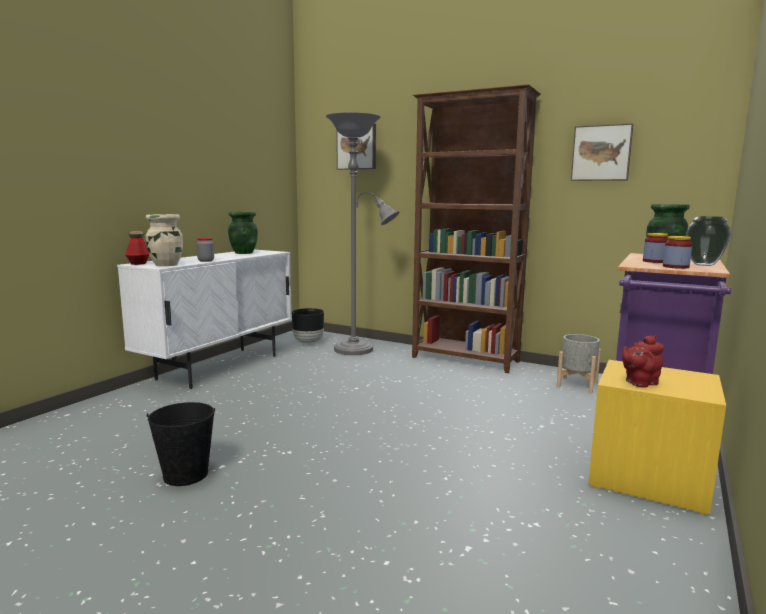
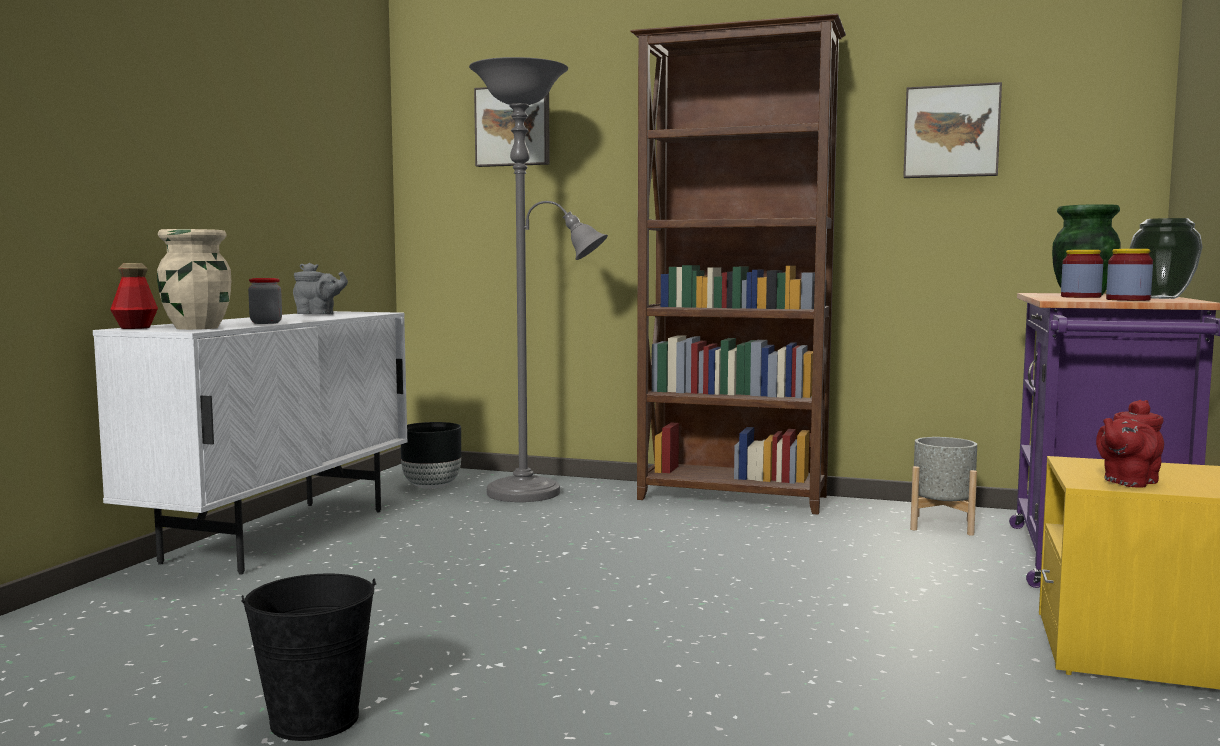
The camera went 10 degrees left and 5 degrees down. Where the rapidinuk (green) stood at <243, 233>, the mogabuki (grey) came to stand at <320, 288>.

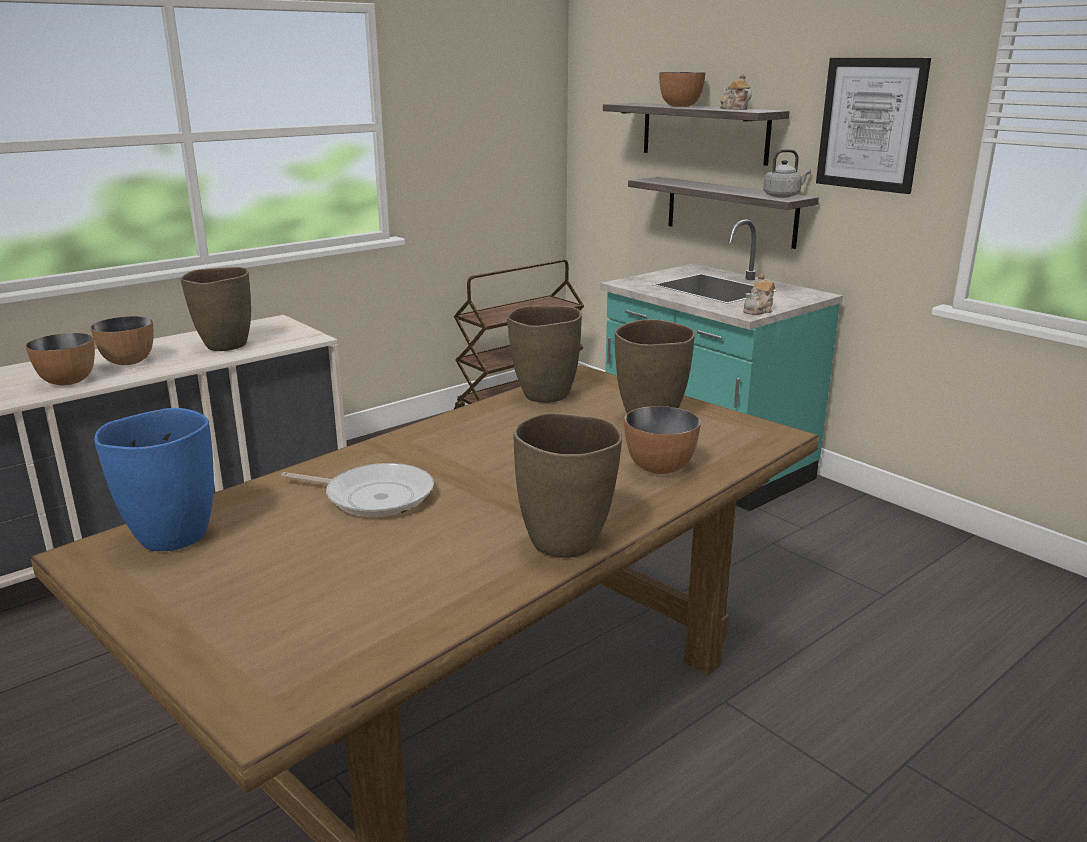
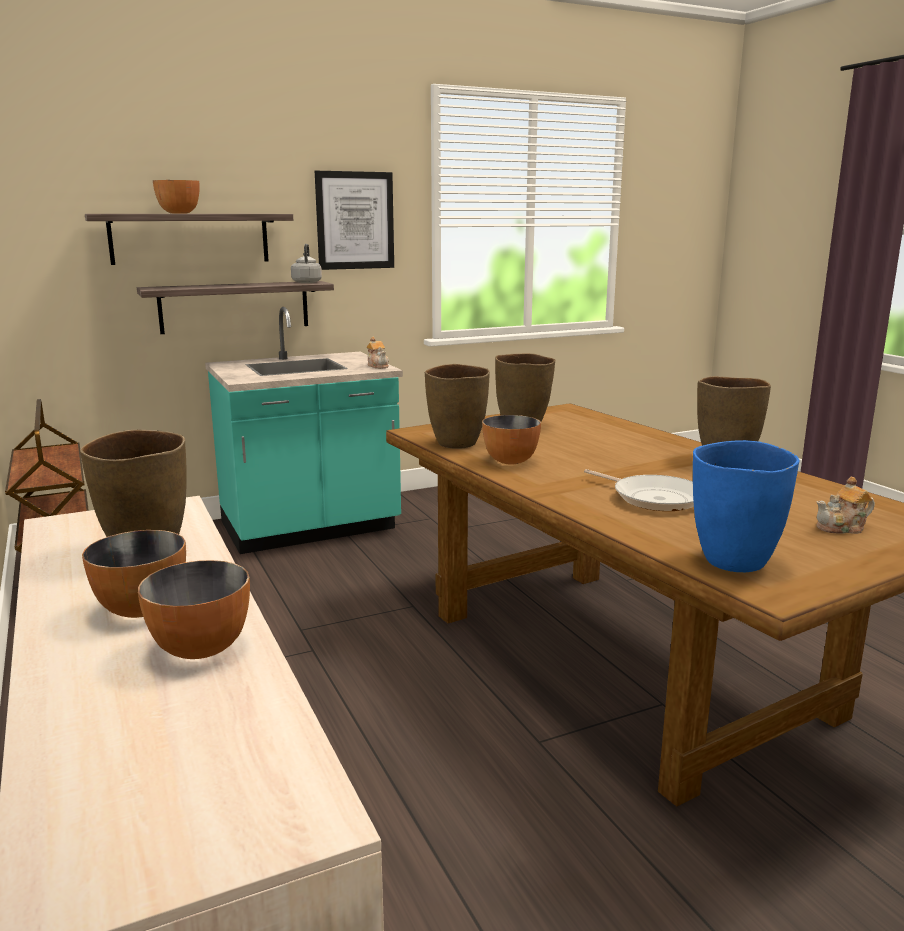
The camera went 75 degrees left and 5 degrees down. The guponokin ended up elsewhere, having gone from <662, 440> to <511, 439>. The mogabuki ended up elsewhere, having gone from <736, 92> to <846, 505>. The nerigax at <357, 490> ended up facing another way, 105 degrees clockwise from before.

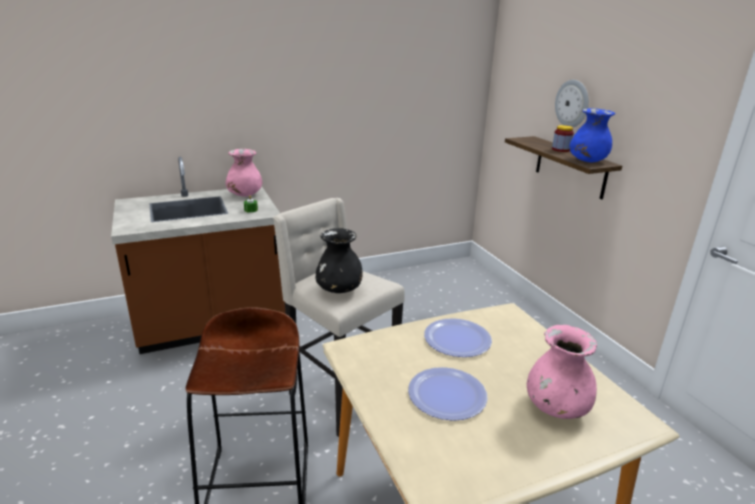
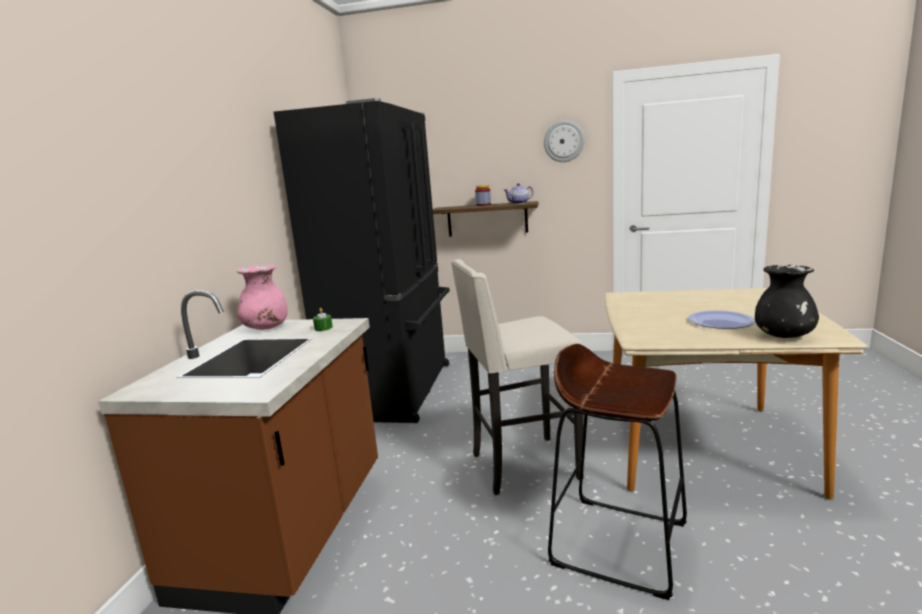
The camera went 55 degrees left and 10 degrees down. The second view lost the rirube at <458, 337>. The second view lost the rapidinuk (pink) at <562, 372>. The second view gained the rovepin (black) at <362, 260>. The rapidinuk (black) ended up elsewhere, having gone from <339, 260> to <787, 301>. The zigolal ended up elsewhere, having gone from <572, 103> to <564, 141>. Where the rapidinuk (blue) stood at <592, 135>, the mogabuki came to stand at <518, 193>.

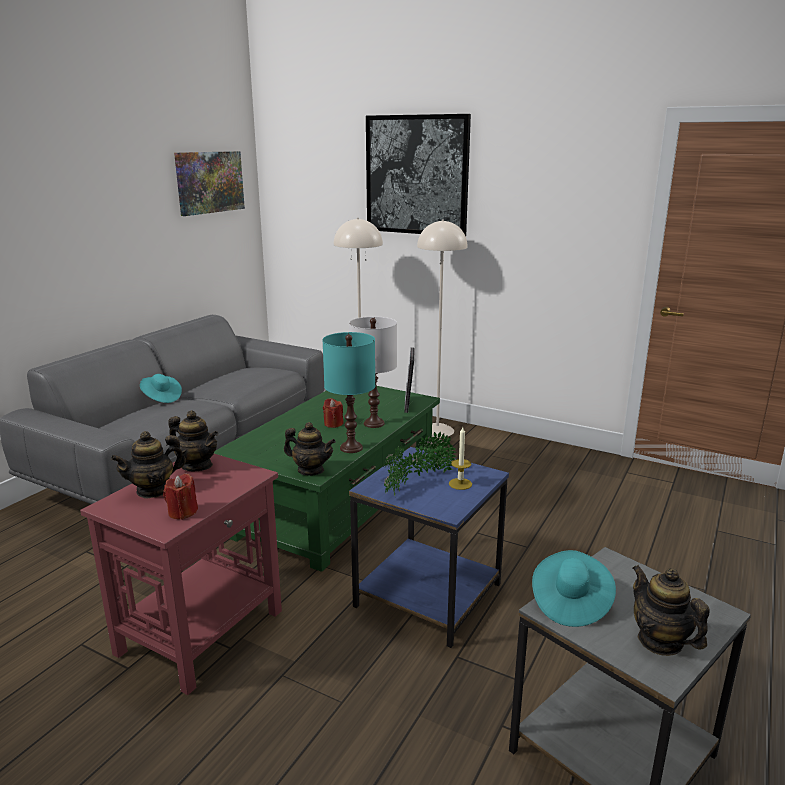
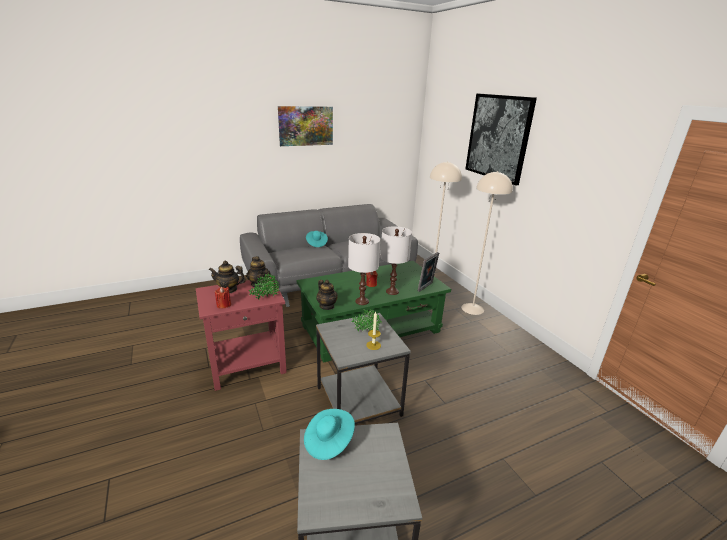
The camera went 35 degrees right and 5 degrees up. The second view lost the mogabuki at <671, 610>. The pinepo ended up elsewhere, having gone from <209, 183> to <305, 126>. The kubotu ended up elsewhere, having gone from <398, 471> to <264, 286>. What was the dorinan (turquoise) at <349, 392> turned into the dorinan (white) at <364, 269>. What was the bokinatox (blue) at <429, 547> turned into the bokinatox (grey) at <363, 368>.

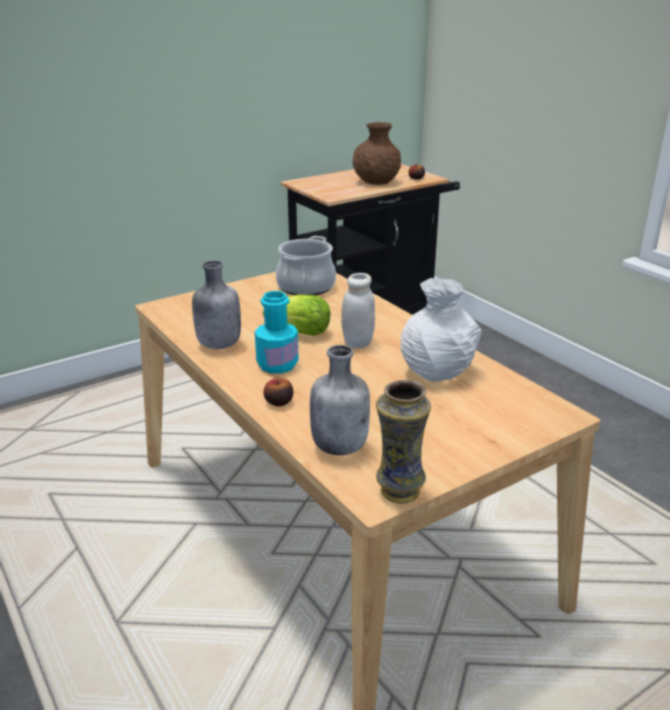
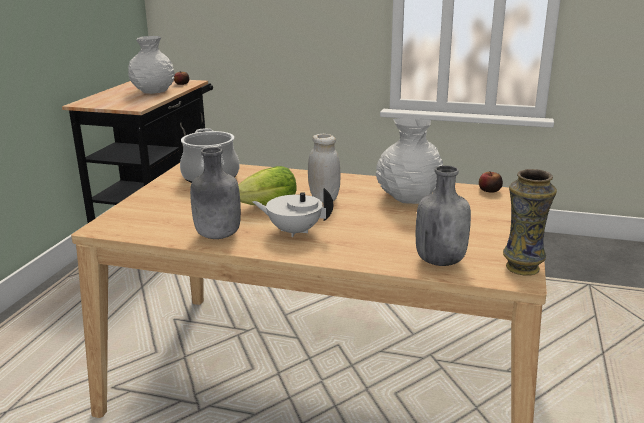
The camera went 40 degrees left and 5 degrees down. The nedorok ended up elsewhere, having gone from <278, 392> to <491, 181>. Where the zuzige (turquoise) stood at <276, 332>, the mogabuki (white) came to stand at <292, 212>. What was the rapidinuk (brown) at <377, 153> turned into the rapidinuk (white) at <151, 65>.

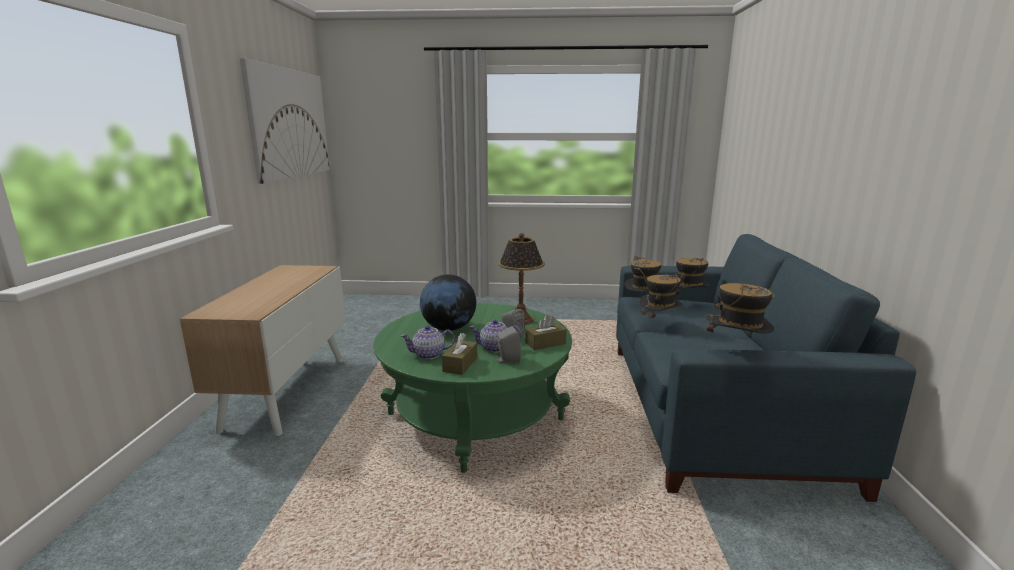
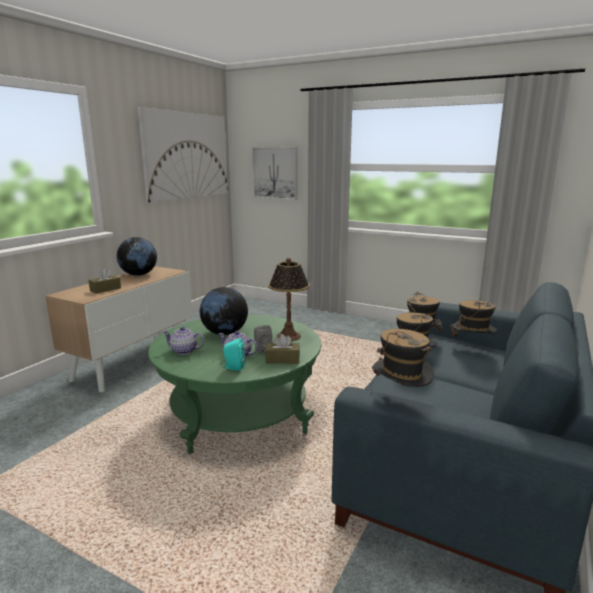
The camera went 25 degrees right and 0 degrees up. The second view gained the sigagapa at <137, 256>. The second view gained the pinepo at <274, 173>. The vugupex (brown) ended up elsewhere, having gone from <459, 354> to <105, 281>. What was the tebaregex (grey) at <508, 344> turned into the tebaregex (turquoise) at <234, 354>.

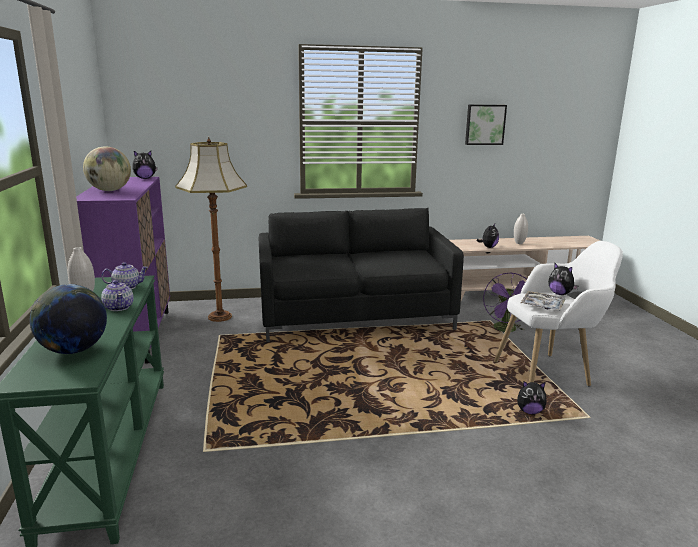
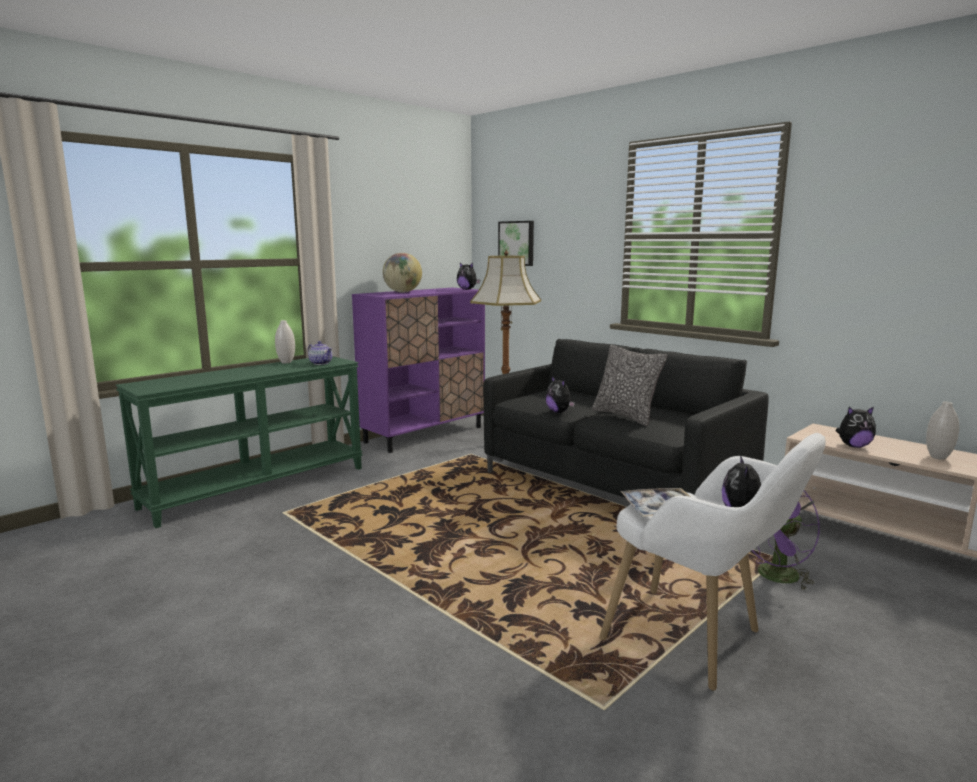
The camera went 55 degrees right and 5 degrees down. The second view lost the sigagapa at <68, 319>. The second view lost the mogabuki at <117, 295>. The second view gained the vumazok at <629, 385>. The pinepo ended up elsewhere, having gone from <486, 124> to <516, 243>. The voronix ended up elsewhere, having gone from <531, 397> to <560, 394>.

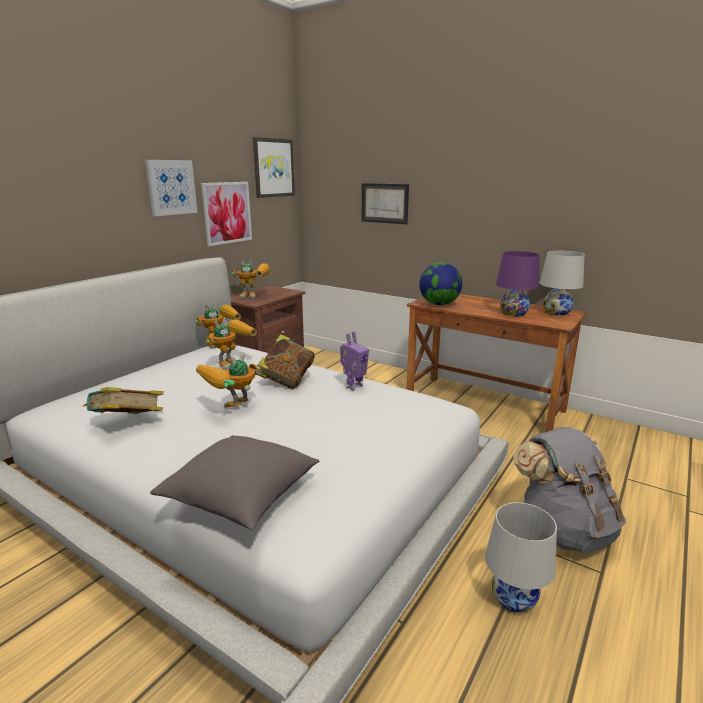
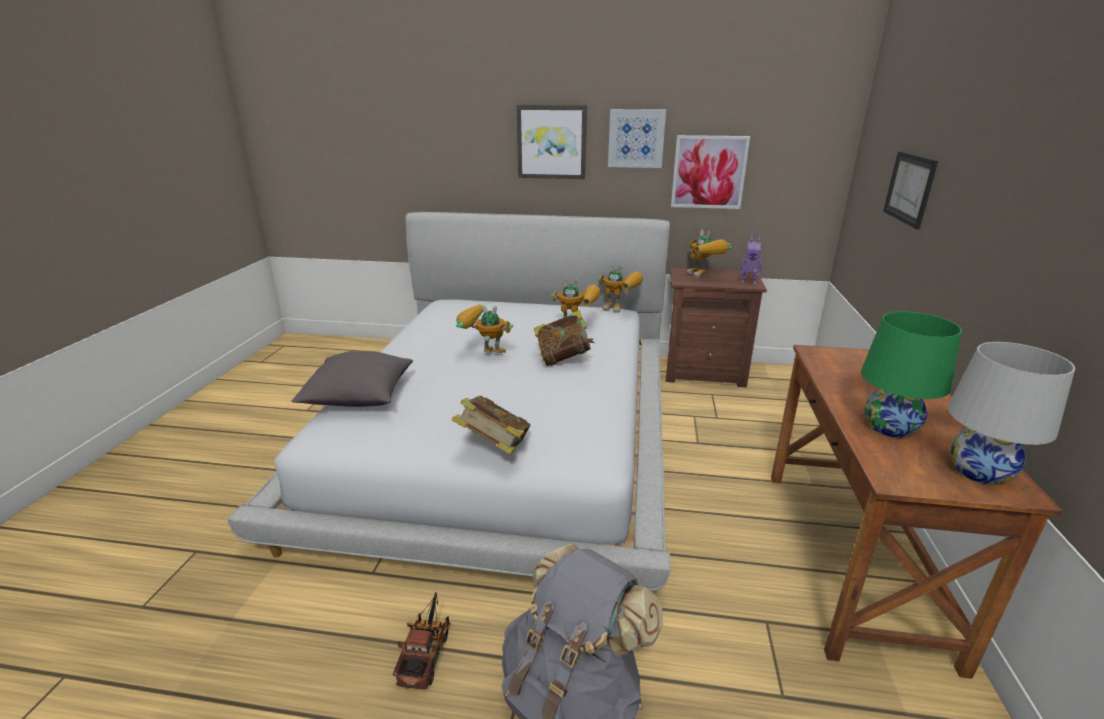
The camera went 65 degrees right and 5 degrees up. The second view lost the sigagapa at <440, 283>. The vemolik ended up elsewhere, having gone from <123, 400> to <491, 425>. The pinepo ended up elsewhere, having gone from <274, 167> to <551, 142>. The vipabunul ended up elsewhere, having gone from <354, 361> to <751, 259>. Where the dorinan (white) stood at <521, 557>, the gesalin came to stand at <421, 640>. What was the dorinan (purple) at <517, 283> turned into the dorinan (green) at <911, 374>.

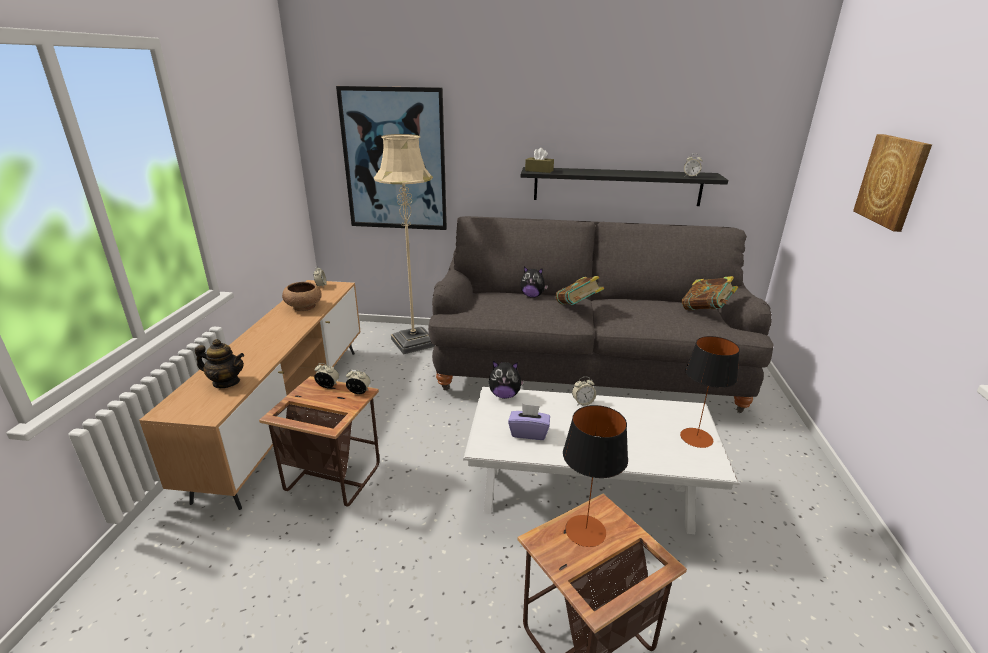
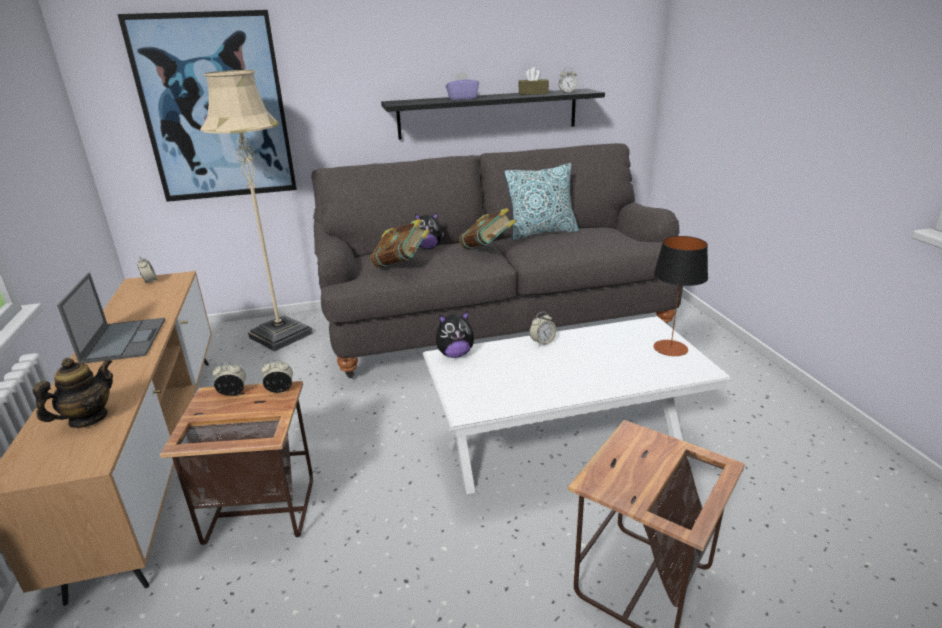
The camera went 20 degrees left and 0 degrees up. The second view lost the guponokin (brown) at <302, 296>. The second view lost the dorinan at <595, 476>. The second view lost the pinepo at <892, 183>. The second view gained the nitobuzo at <111, 318>. The second view gained the vumazok at <542, 201>. The vugupex (purple) ended up elsewhere, having gone from <529, 422> to <462, 86>. The vugupex (brown) ended up elsewhere, having gone from <539, 160> to <533, 81>. The vemolik ended up elsewhere, having gone from <710, 293> to <400, 243>. The mogabuki at <219, 363> ended up facing another way, 45 degrees counterclockwise from before.

